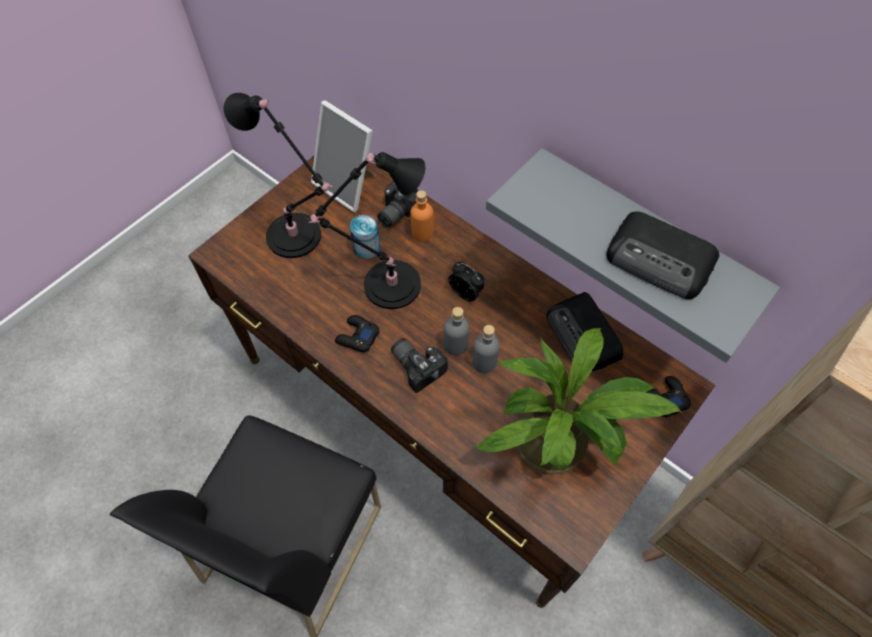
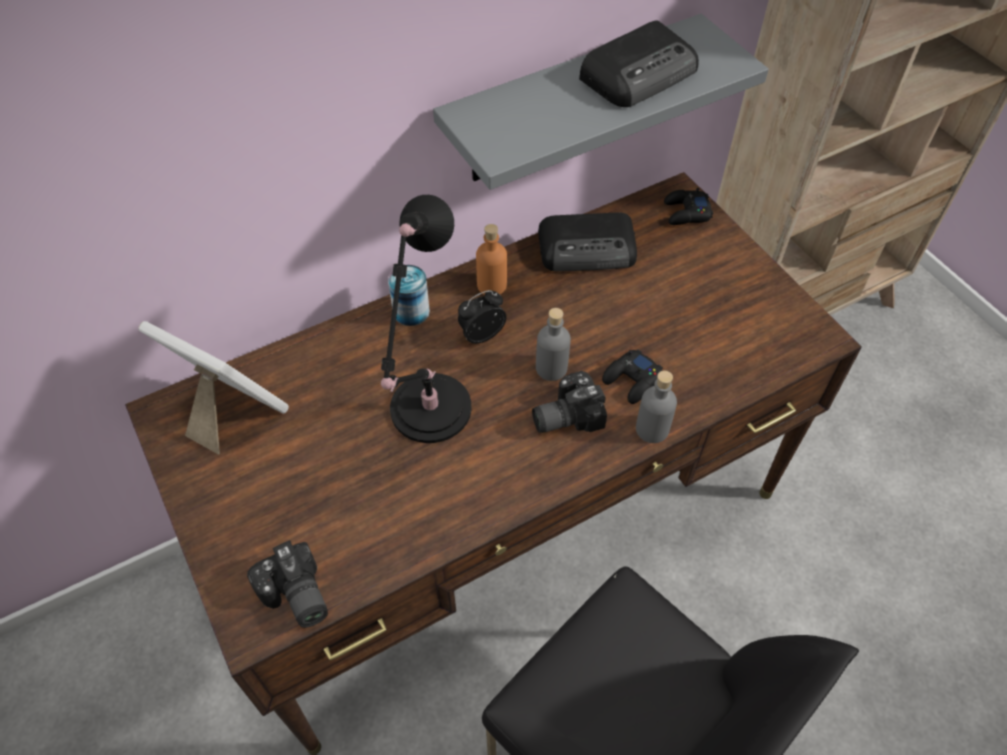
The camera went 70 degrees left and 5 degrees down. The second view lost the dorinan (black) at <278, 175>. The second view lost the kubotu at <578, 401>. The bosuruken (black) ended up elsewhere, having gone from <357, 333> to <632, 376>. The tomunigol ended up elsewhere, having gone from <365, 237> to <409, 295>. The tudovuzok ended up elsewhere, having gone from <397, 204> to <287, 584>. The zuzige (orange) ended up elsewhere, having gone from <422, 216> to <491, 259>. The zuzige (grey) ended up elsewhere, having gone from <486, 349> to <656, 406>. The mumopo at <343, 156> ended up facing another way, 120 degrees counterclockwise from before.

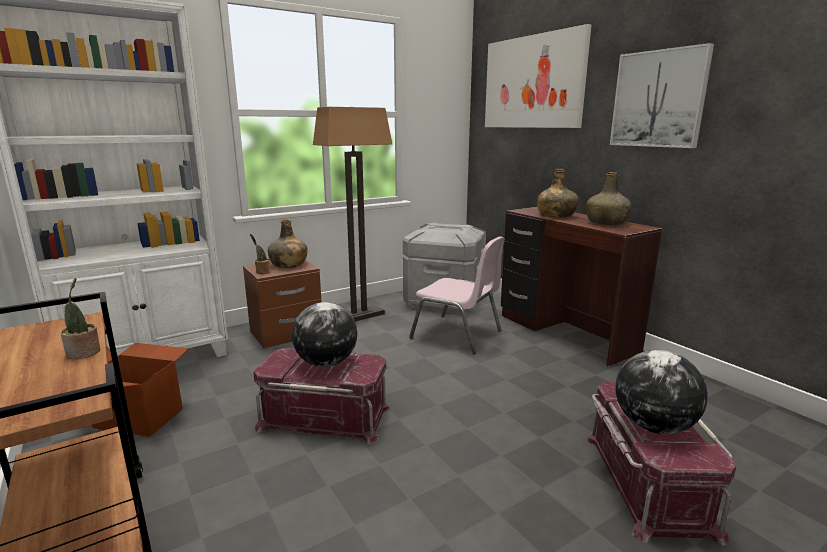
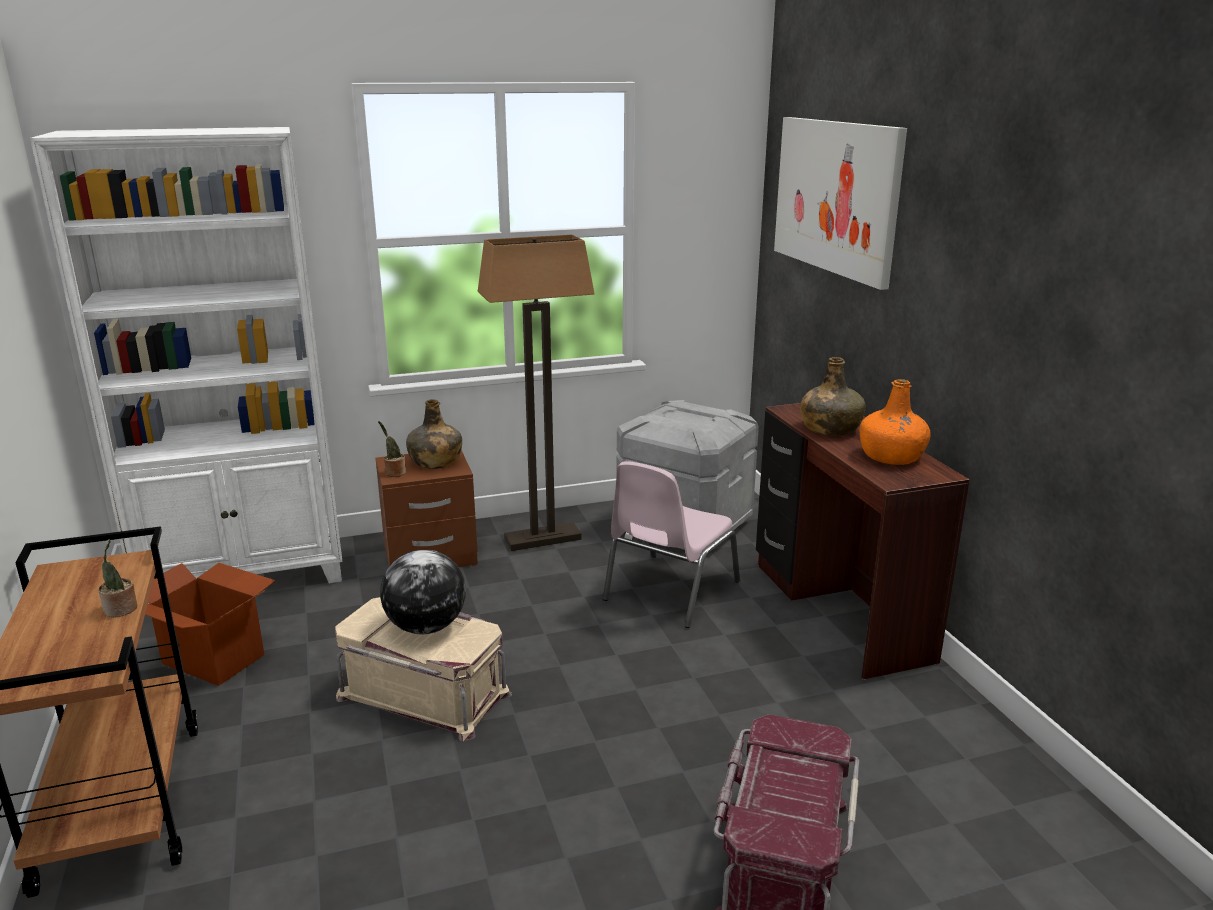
The camera went 15 degrees right and 5 degrees up. The second view lost the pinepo at <662, 95>. The second view lost the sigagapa at <662, 392>. What was the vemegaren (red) at <322, 396> turned into the vemegaren (beige) at <423, 669>. What was the zuzige (green) at <609, 198> turned into the zuzige (orange) at <895, 422>. The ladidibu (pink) at <457, 295> ended up facing another way, 75 degrees clockwise from before.

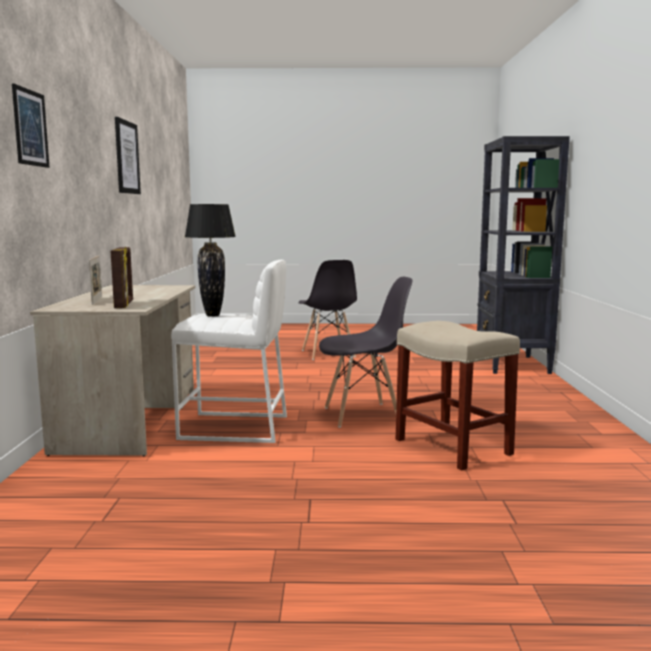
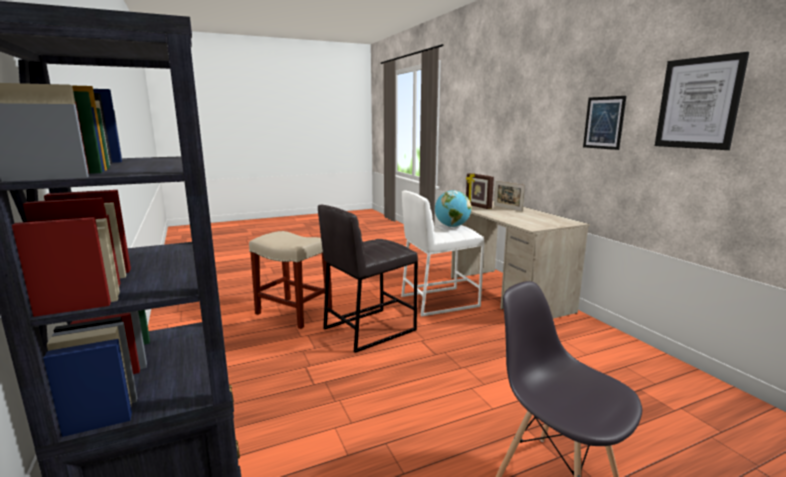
The camera went 155 degrees right and 5 degrees up. The pinepo ended up elsewhere, having gone from <31, 125> to <604, 123>. Where the dorinan (black) stood at <210, 260>, the sigagapa came to stand at <453, 208>. Where the ladidibu (grey) stood at <365, 352>, the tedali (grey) came to stand at <368, 279>.

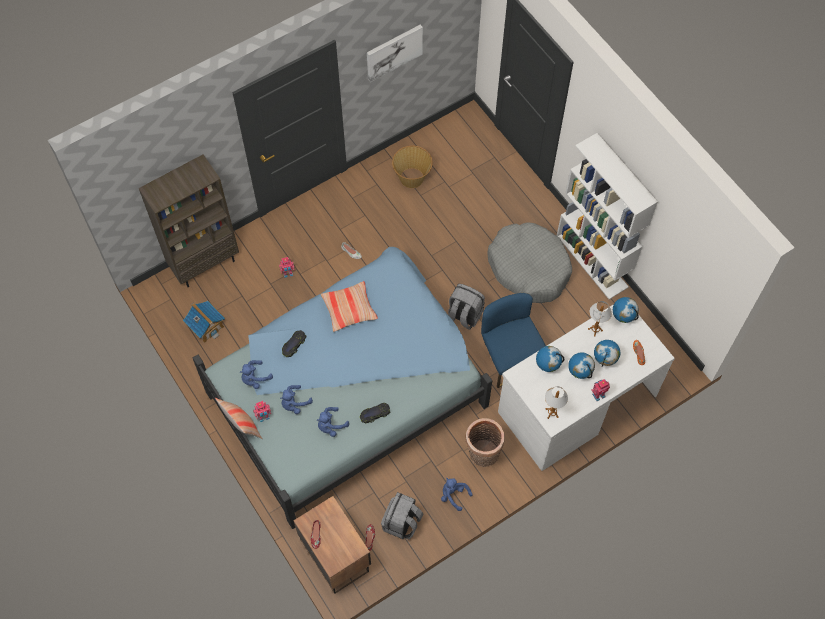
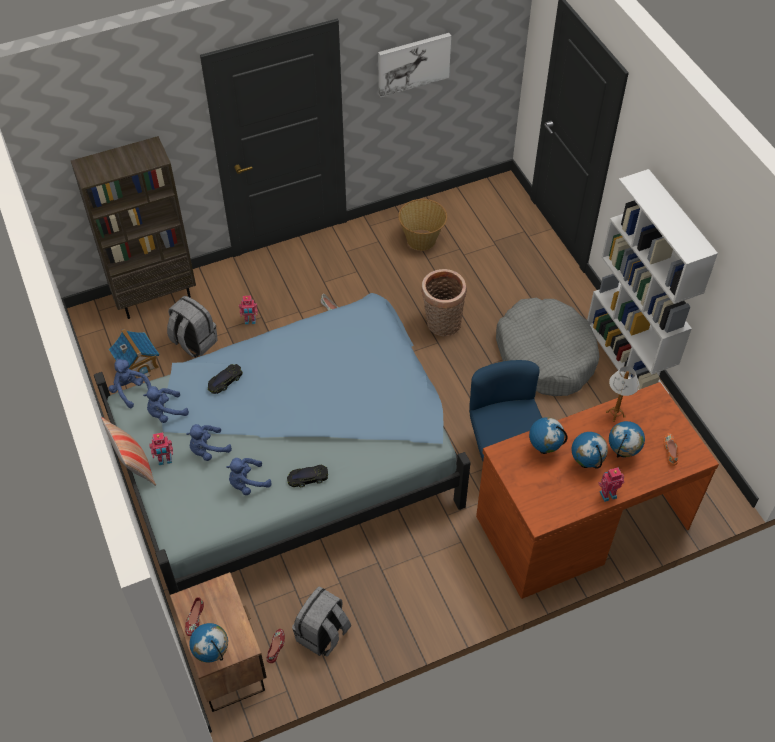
The camera went 10 degrees right and 10 degrees down. The second view lost the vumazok at <349, 306>. The second view lost the dorinan at <556, 403>. The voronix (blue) ended up elsewhere, having gone from <457, 494> to <129, 383>. The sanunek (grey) ended up elsewhere, having gone from <466, 307> to <192, 326>. The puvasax ended up elsewhere, having gone from <485, 442> to <444, 302>. The sigagapa ended up elsewhere, having gone from <626, 310> to <208, 642>. What was the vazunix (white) at <586, 387> turned into the vazunix (brown) at <597, 490>.

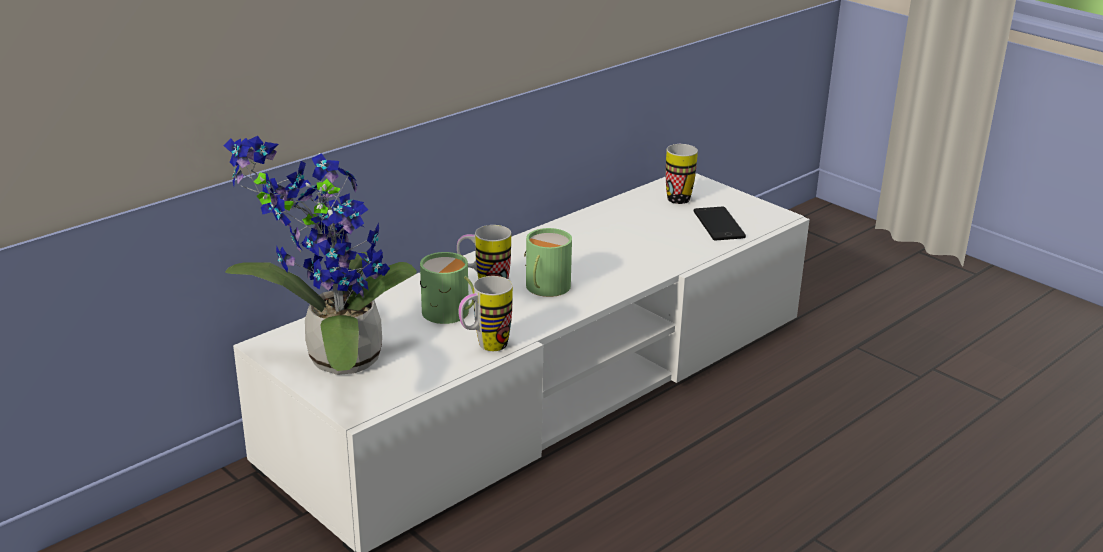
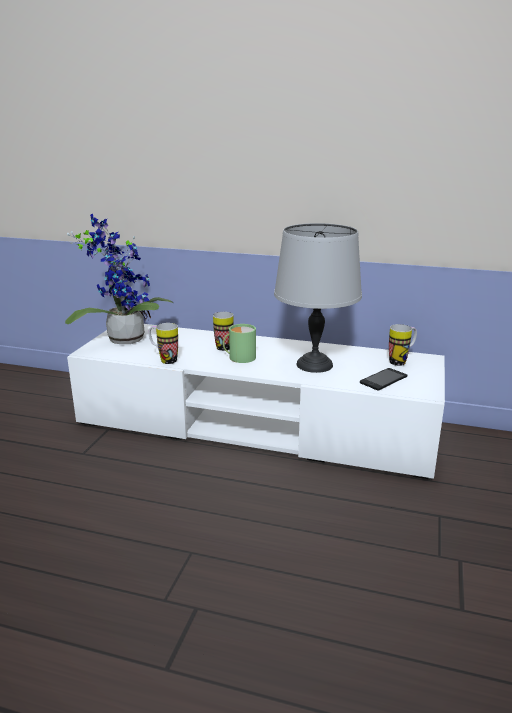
The camera went 60 degrees right and 5 degrees down. The second view lost the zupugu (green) at <447, 288>. The second view gained the dorinan (grey) at <318, 298>.

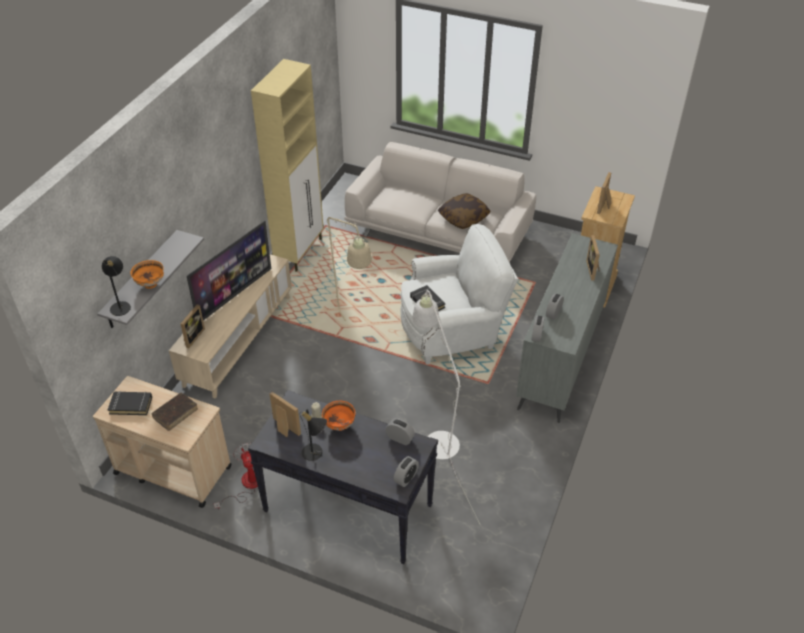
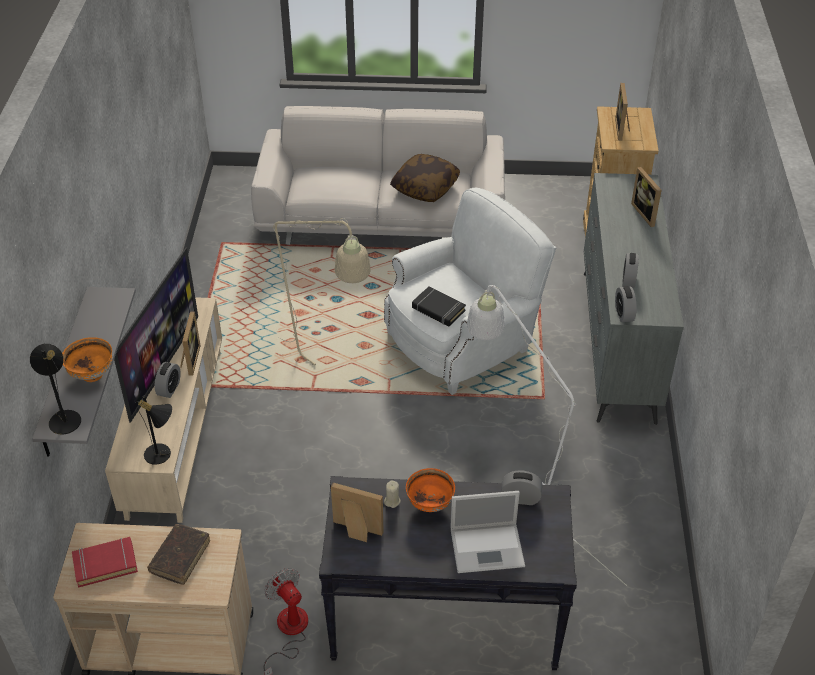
The camera went 20 degrees left and 0 degrees up. The second view lost the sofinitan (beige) at <287, 165>. The second view gained the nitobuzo at <487, 532>. The mumopo ended up elsewhere, having gone from <193, 326> to <190, 343>. The dorinan (black) ended up elsewhere, having gone from <313, 435> to <153, 430>. The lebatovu ended up elsewhere, having gone from <406, 471> to <168, 380>. What was the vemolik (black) at <130, 403> turned into the vemolik (red) at <105, 562>.

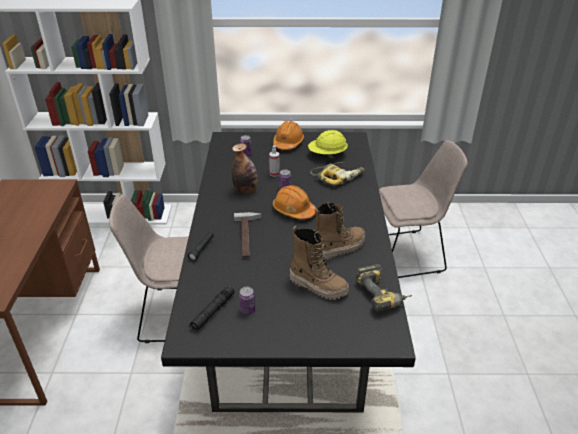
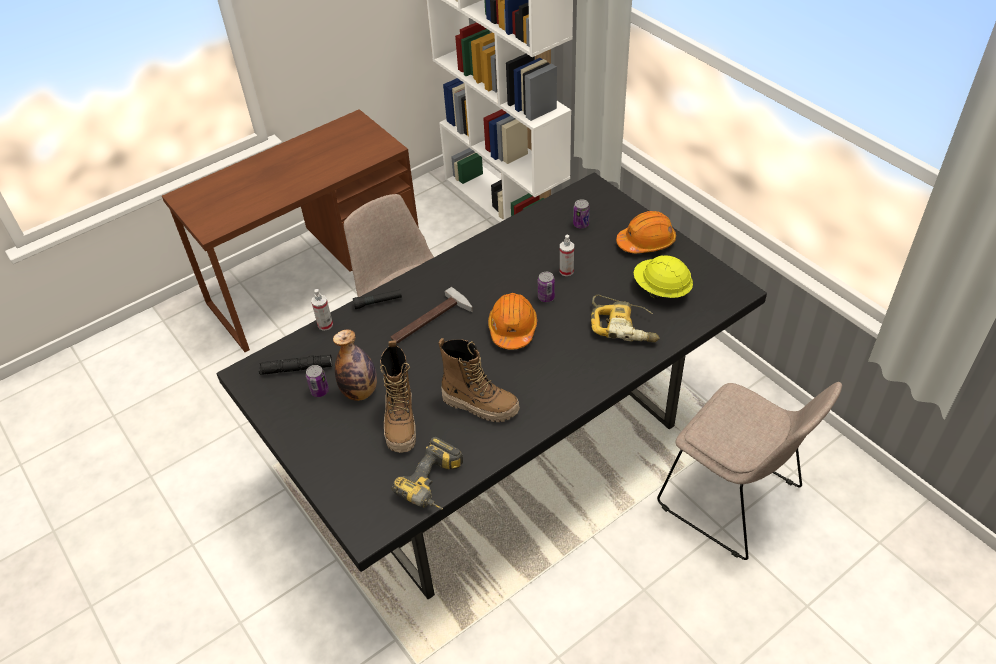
The camera went 55 degrees right and 10 degrees up. The second view gained the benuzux at <322, 310>. The zuzige ended up elsewhere, having gone from <245, 168> to <355, 365>.

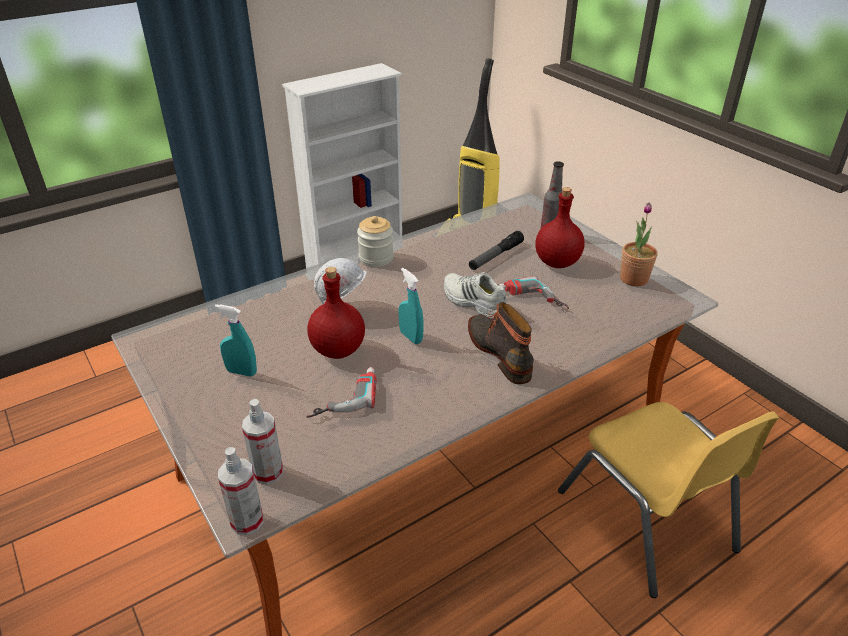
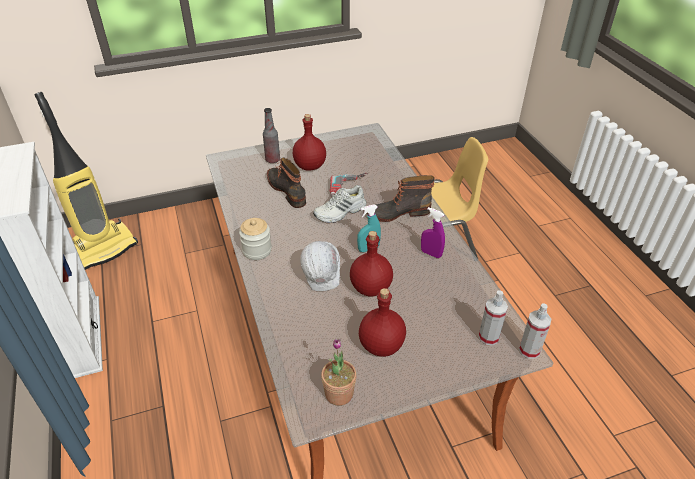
The camera went 75 degrees left and 5 degrees up. The second view lost the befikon at <342, 392>. The second view gained the benuzux (purple) at <433, 232>. The kubotu ended up elsewhere, having gone from <638, 244> to <339, 372>. Where the benuzux (turquoise) stood at <236, 340>, the zuzige (red) came to stand at <382, 322>. Where the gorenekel stood at <496, 250>, the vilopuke came to stand at <286, 182>.

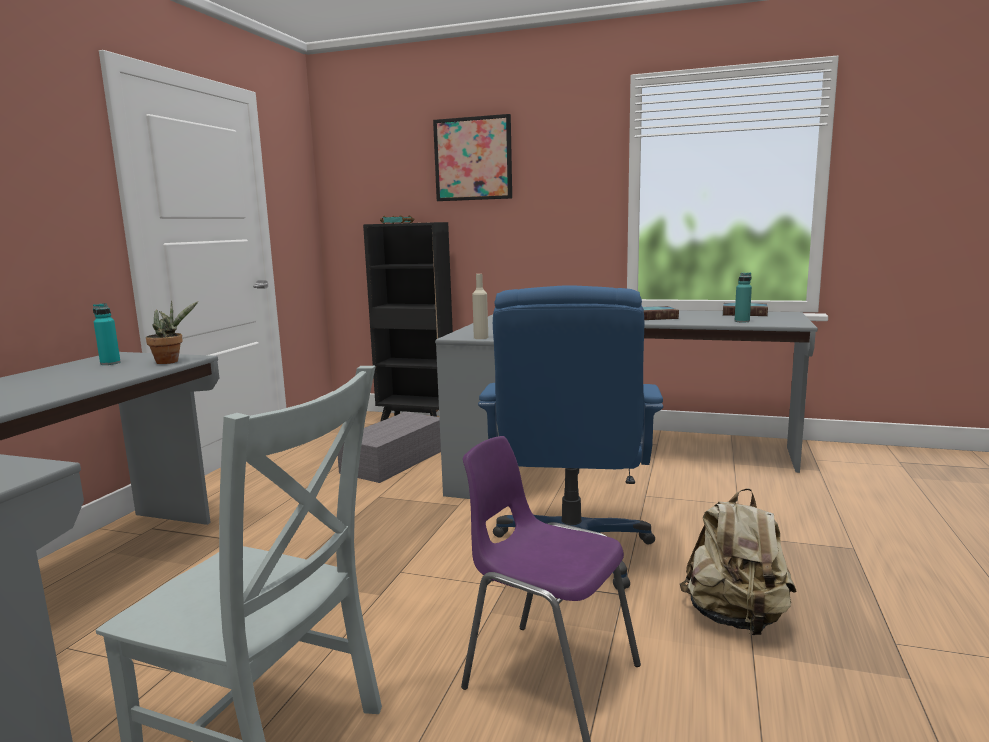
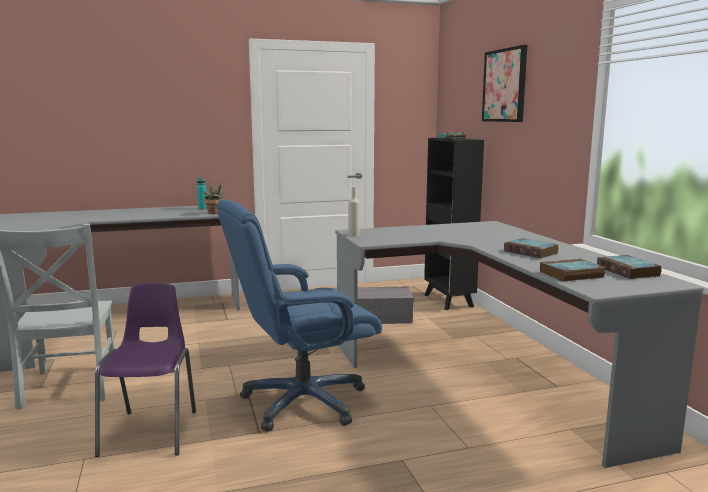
The camera went 55 degrees right and 0 degrees up. The second view lost the sanunek (beige) at <738, 561>. Where the zuzige (turquoise) stood at <743, 298>, the vemolik came to stand at <572, 270>.

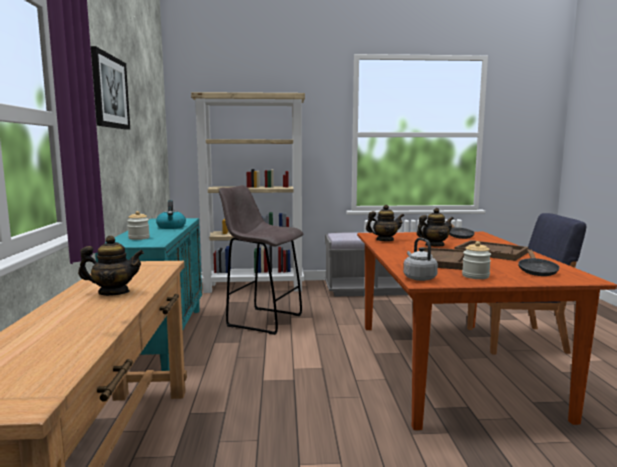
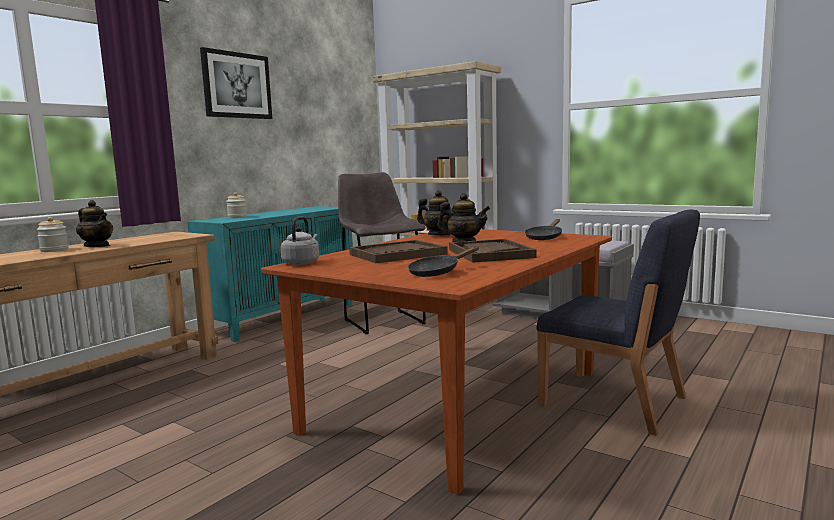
The camera went 40 degrees right and 0 degrees up. The second view lost the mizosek at <171, 214>. The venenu ended up elsewhere, having gone from <476, 260> to <53, 234>.

